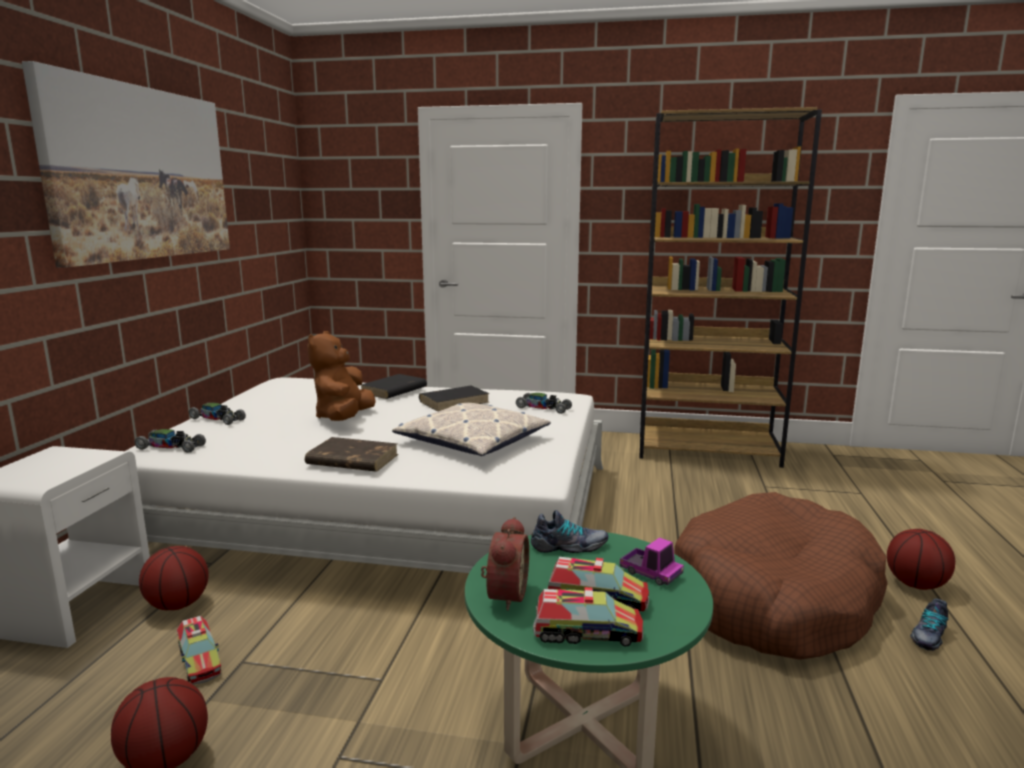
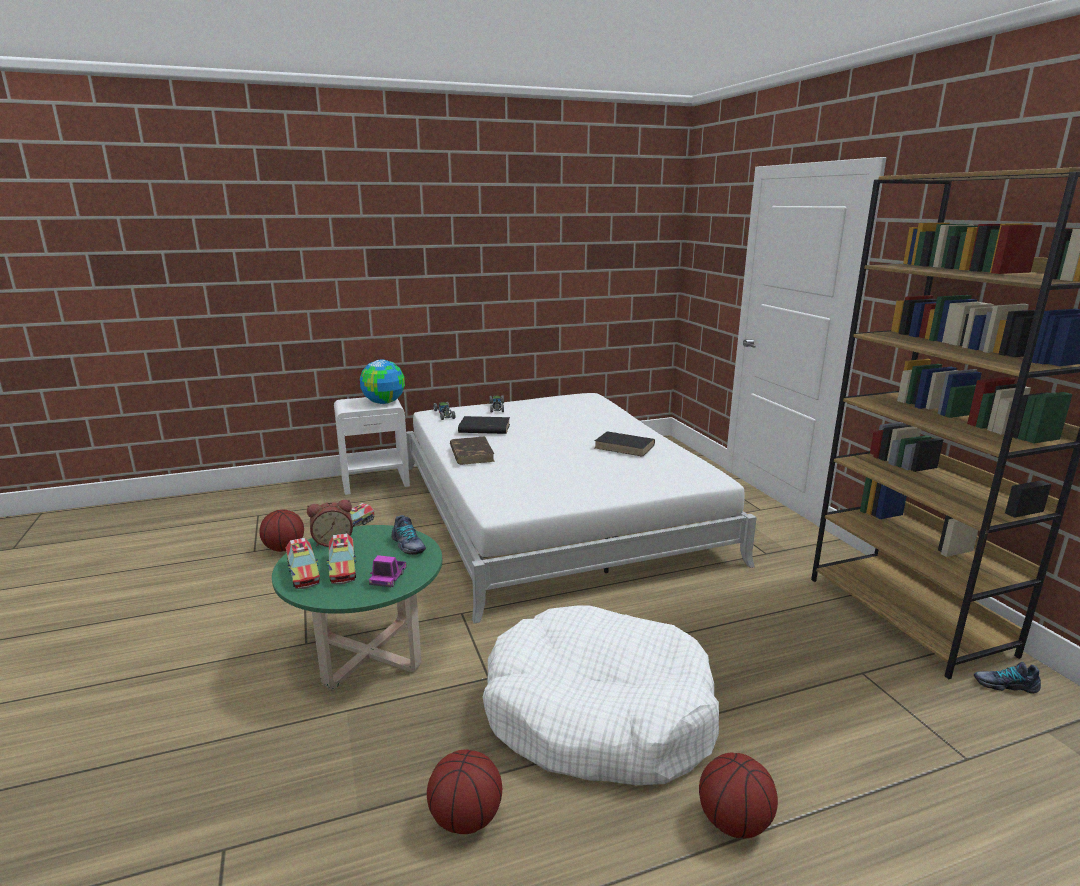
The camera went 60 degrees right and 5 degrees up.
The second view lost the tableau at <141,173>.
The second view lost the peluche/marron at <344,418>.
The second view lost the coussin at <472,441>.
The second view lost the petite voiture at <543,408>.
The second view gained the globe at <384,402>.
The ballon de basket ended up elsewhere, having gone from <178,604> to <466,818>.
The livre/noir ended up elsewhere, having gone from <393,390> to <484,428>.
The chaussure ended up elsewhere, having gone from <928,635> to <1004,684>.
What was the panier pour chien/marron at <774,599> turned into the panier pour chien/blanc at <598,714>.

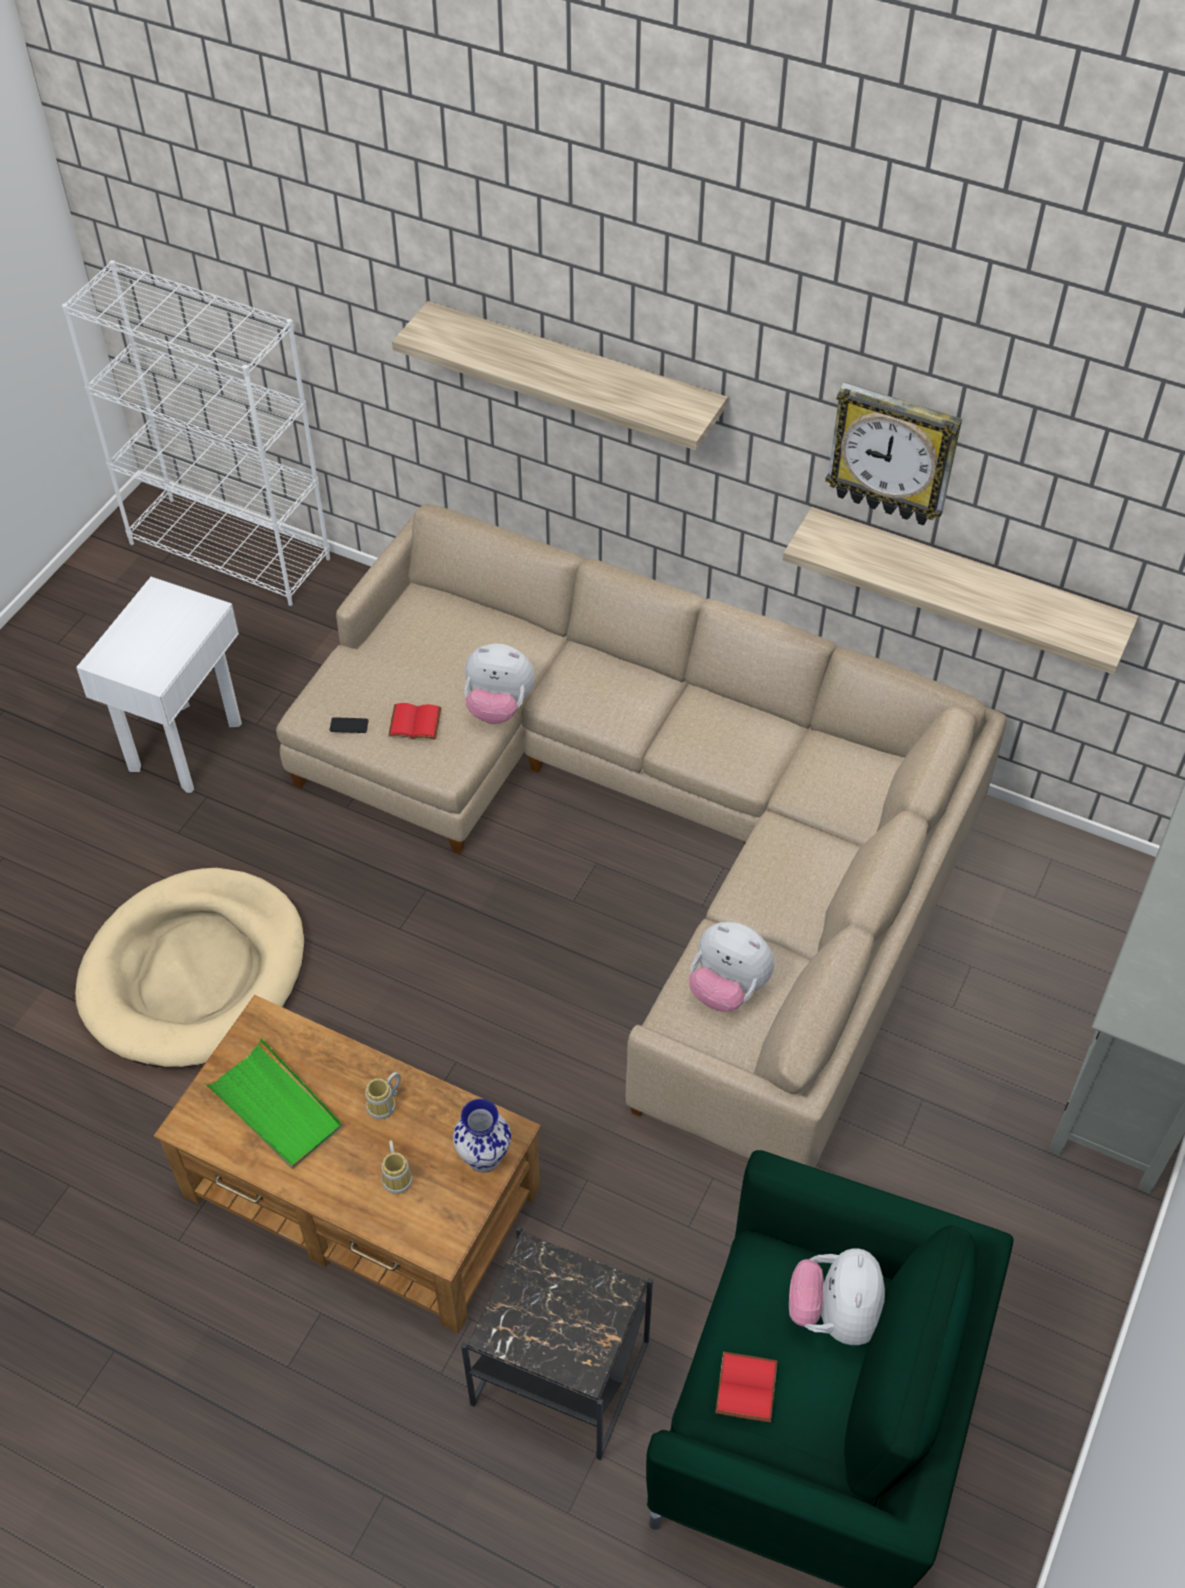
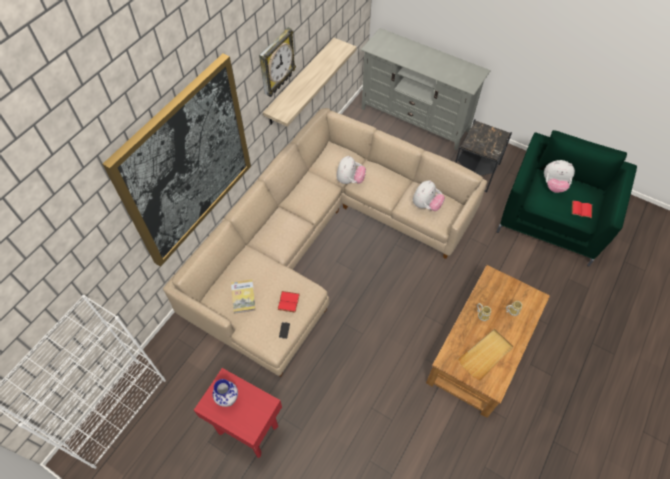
The camera went 85 degrees left and 5 degrees up.
The second view lost the panier pour chien/beige at <195,973>.
The second view gained the livre at <243,297>.
The vase ended up elsewhere, having gone from <483,1157> to <228,399>.
The table d'appoint/noir ended up elsewhere, having gone from <559,1371> to <475,171>.
The peluche ended up elsewhere, having gone from <498,707> to <350,180>.
Where the étagère hung at <574,372>, the tableau came to hang at <186,163>.
What was the table d'appoint/blanc at <186,746> turned into the table d'appoint/rouge at <248,428>.
What was the plateau/vert at <276,1108> turned into the plateau/beige at <485,354>.

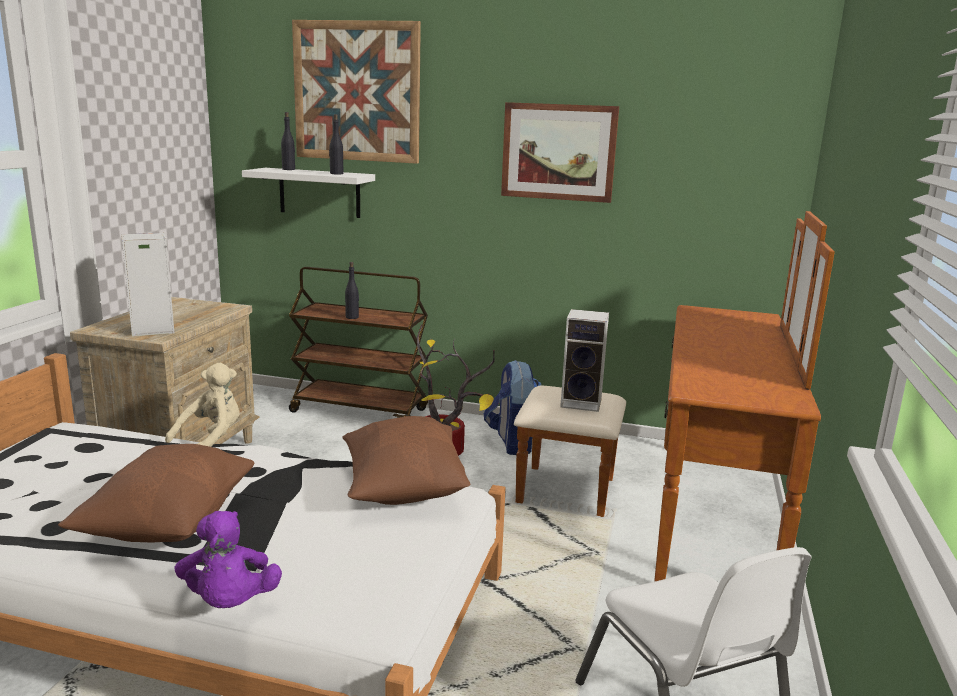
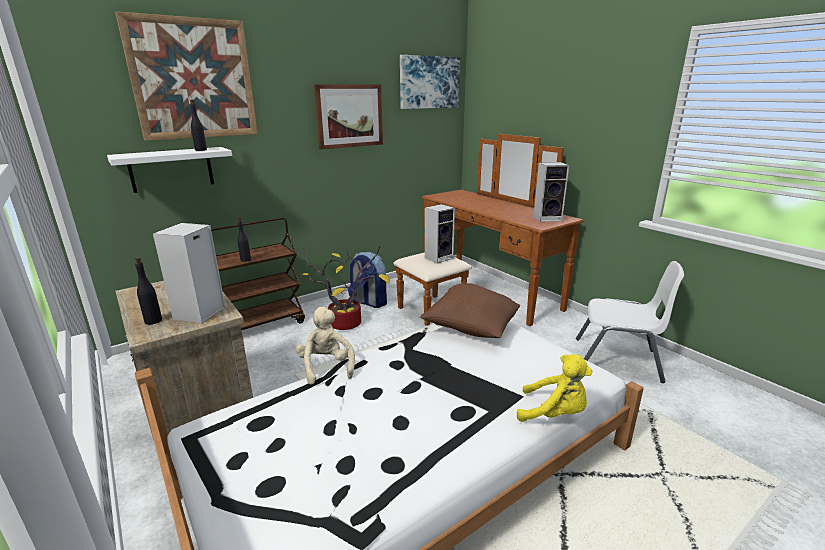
The camera went 50 degrees left and 5 degrees up.
The second view lost the coussin/marron at <168,525>.
The second view gained the tableau at <429,82>.
The second view gained the enceinte at <548,218>.
The bouteille/noir ended up elsewhere, having gone from <289,169> to <153,321>.
What was the peluche/violet at <229,603> turned into the peluche/jaune at <554,413>.

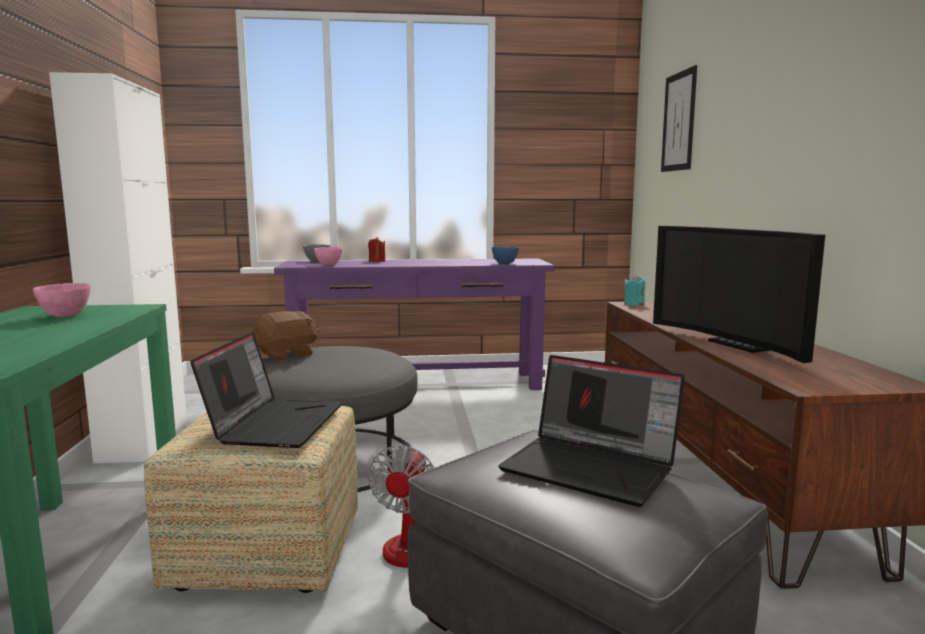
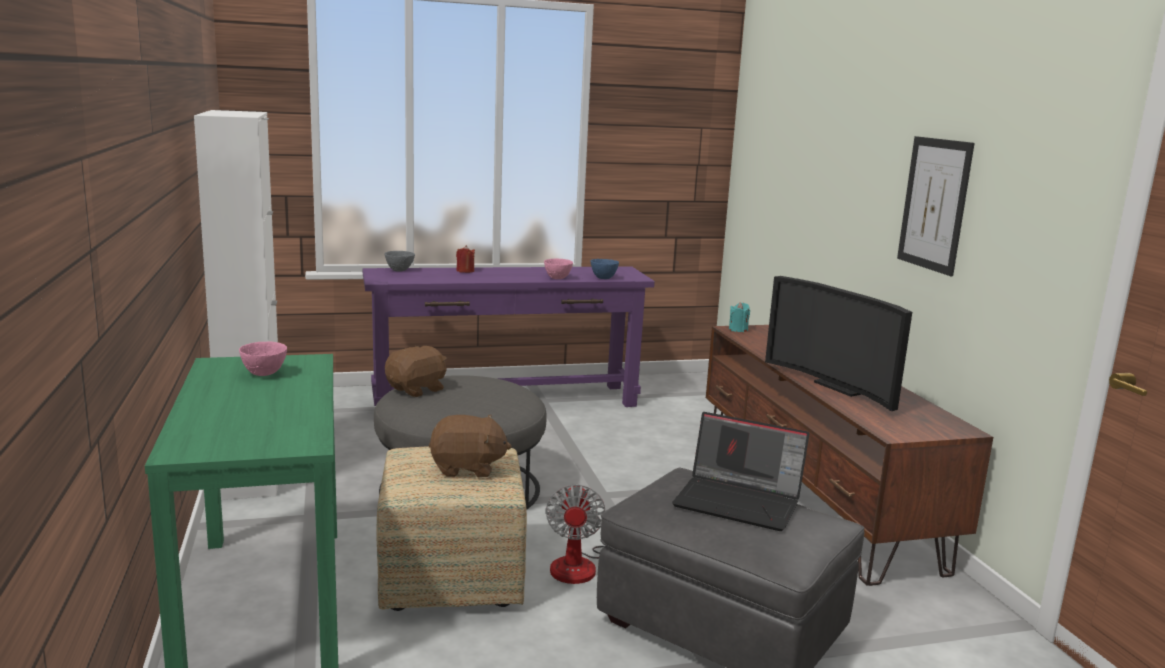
The camera went 10 degrees left and 5 degrees up.
The bol/rose ended up elsewhere, having gone from <329,265> to <558,278>.
The tableau ended up elsewhere, having gone from <679,121> to <934,204>.
Where the ordinateur portable stood at <275,423>, the peluche/marron came to stand at <467,468>.

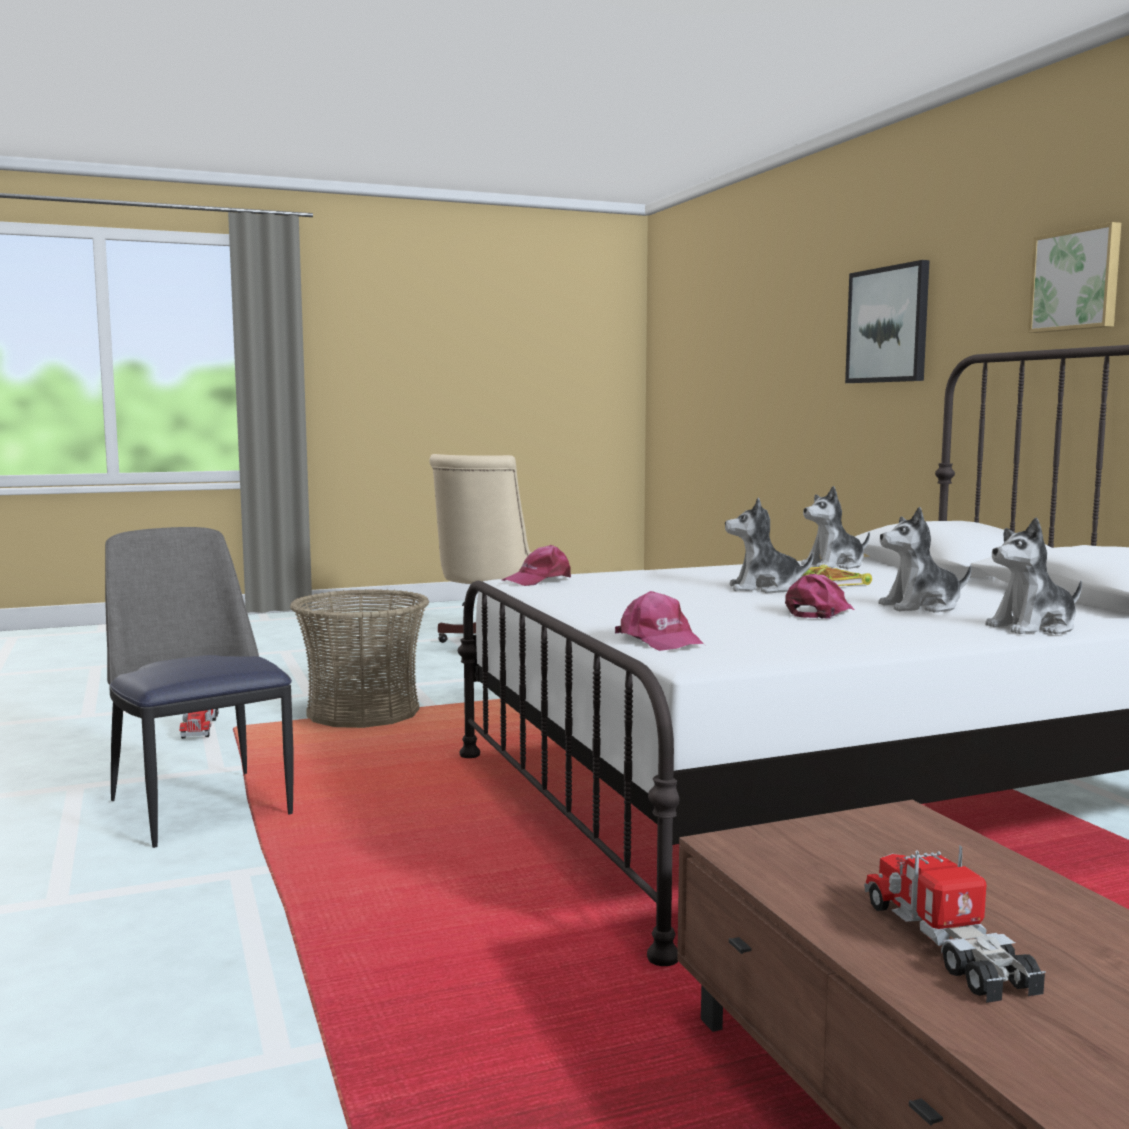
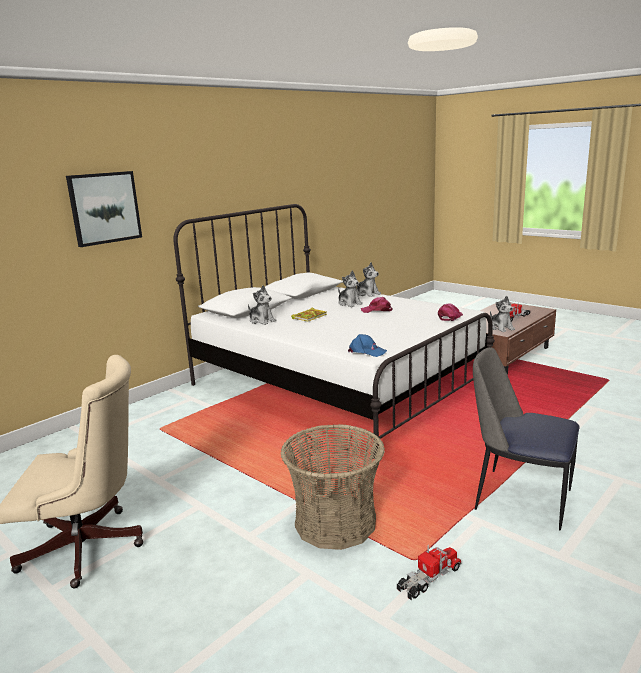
The camera went 115 degrees left and 10 degrees up.
The second view lost the tableau at <1077,280>.
The peluche ended up elsewhere, having gone from <764,588> to <501,328>.
What was the casquette/rose at <539,580> turned into the casquette/bleu at <366,351>.
The chaise at <200,806> ended up facing another way, 90 degrees clockwise from before.

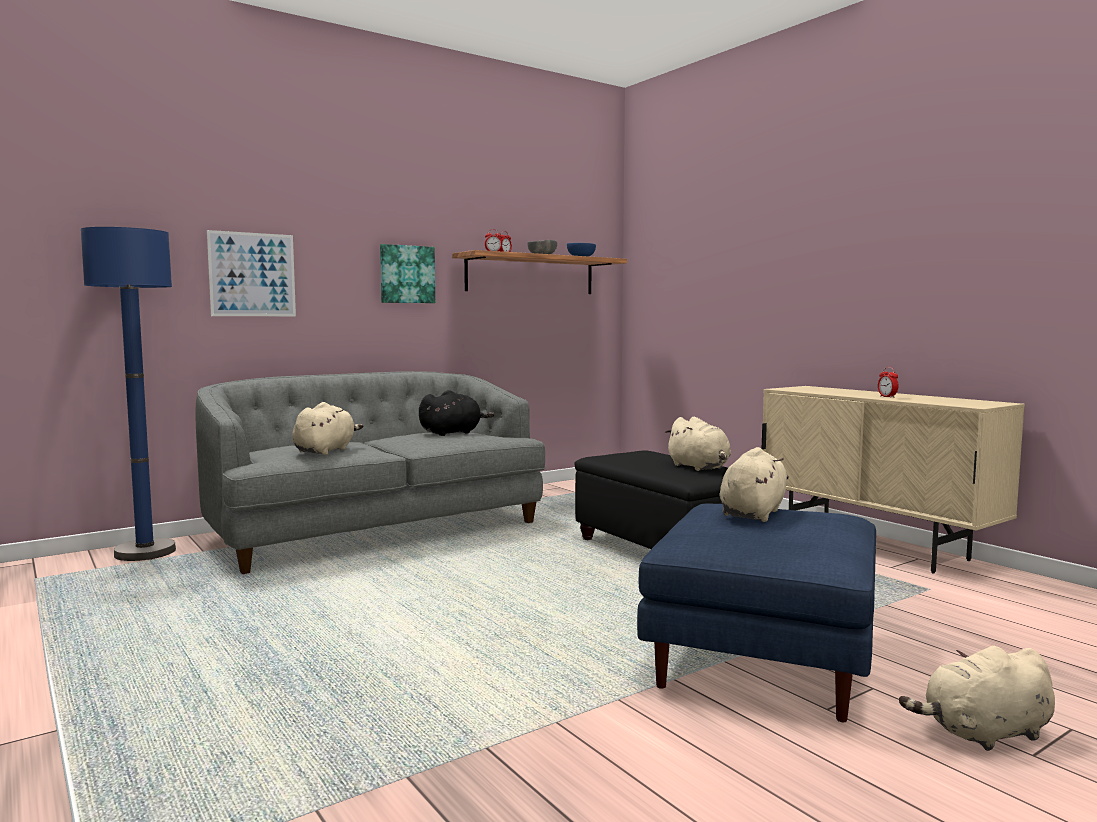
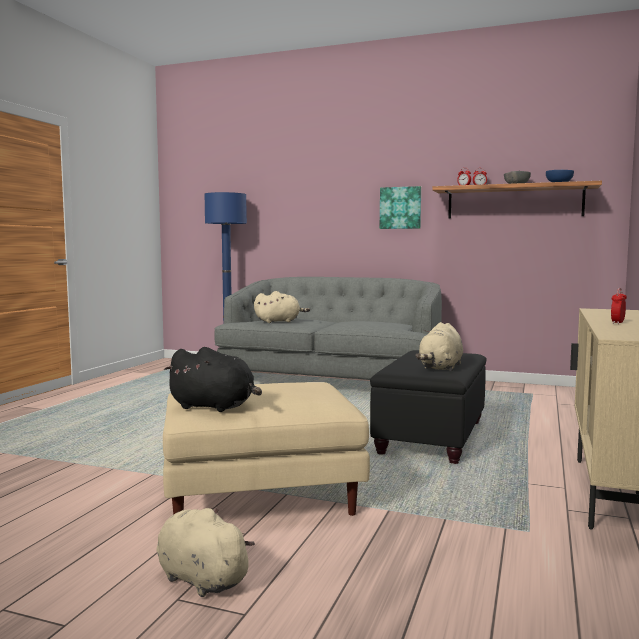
The camera went 55 degrees right and 0 degrees up.
The second view lost the tableau at <252,274>.
The second view lost the peluche/beige at <753,513>.
The peluche/noir ended up elsewhere, having gone from <452,433> to <215,407>.
What was the pouf/bleu at <762,655> turned into the pouf/beige at <263,495>.

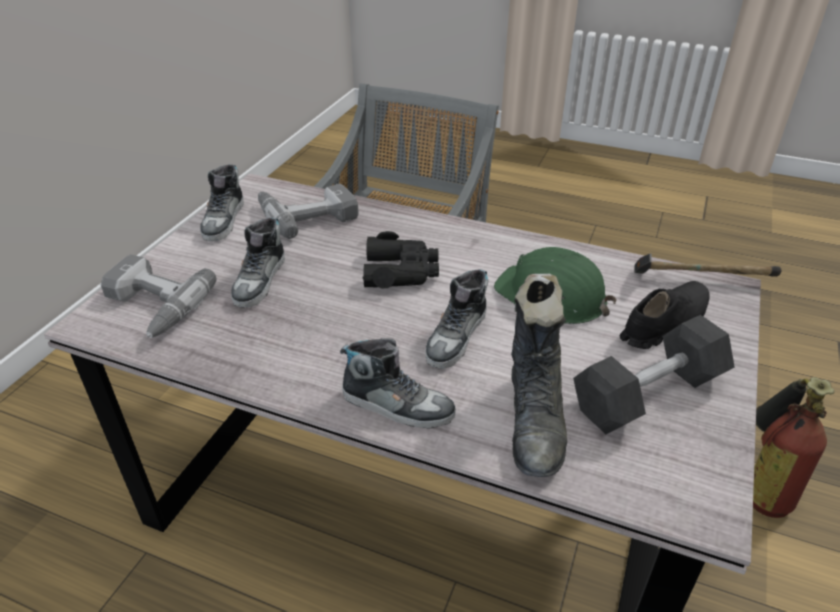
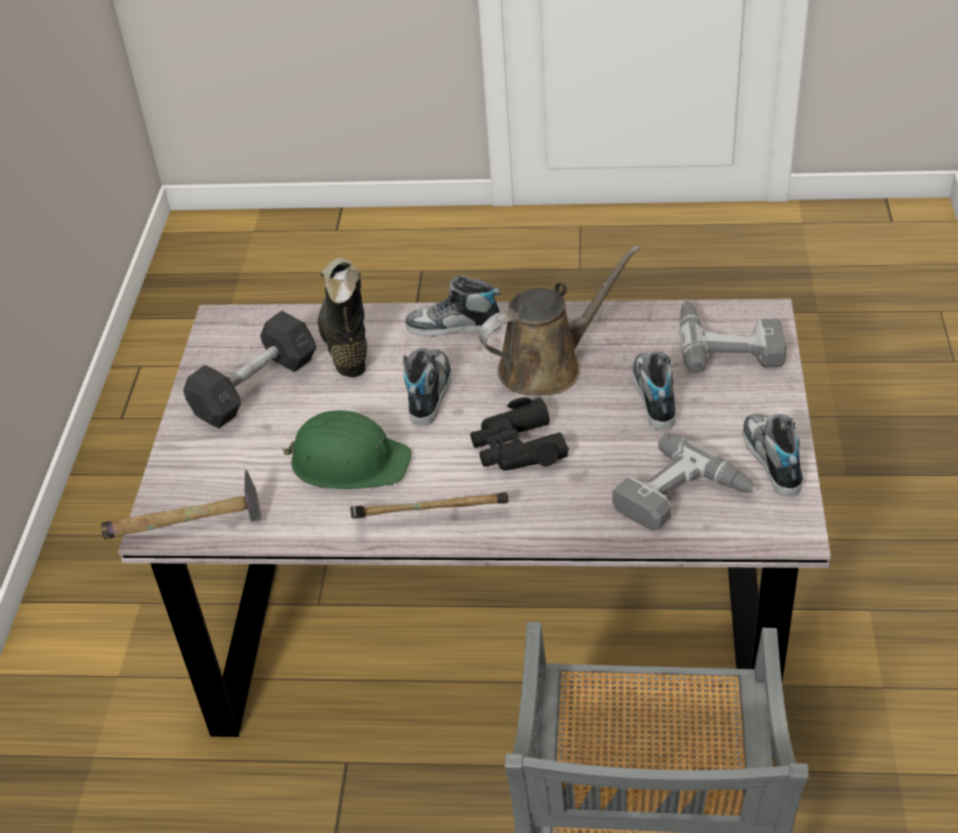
The camera went 165 degrees right and 5 degrees up.
The second view lost the chaussure/noir at <663,324>.
The second view lost the extincteur at <762,485>.
The second view gained the marteau at <425,518>.
The second view gained the arrosoir/marron at <547,366>.

